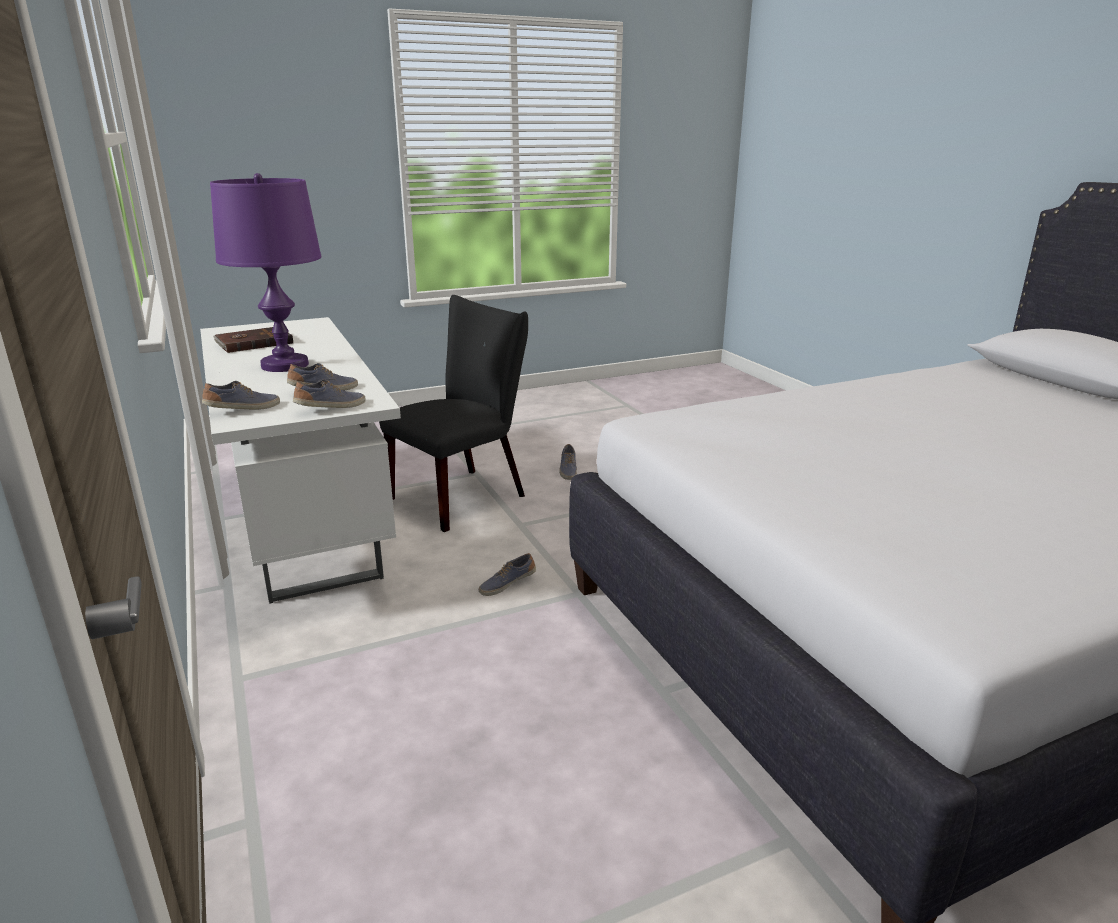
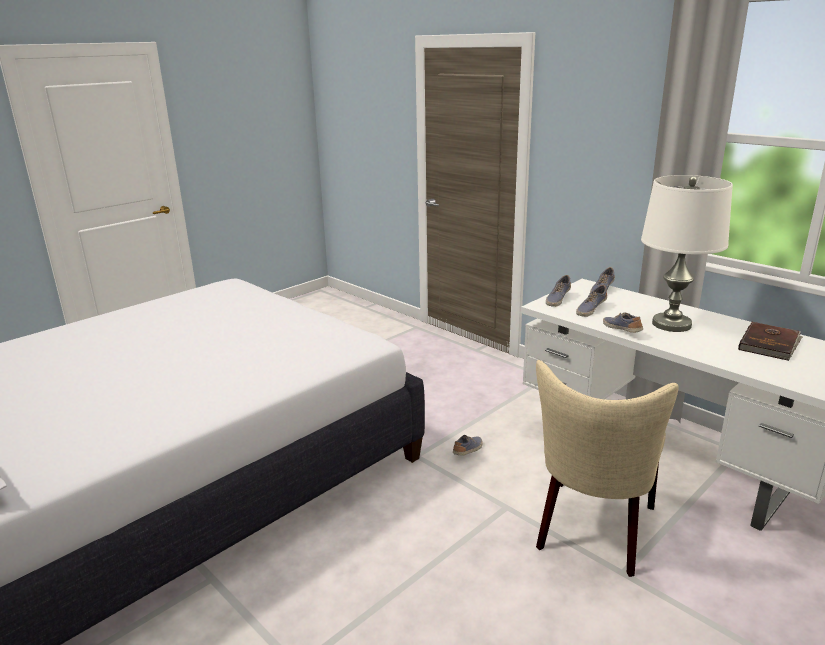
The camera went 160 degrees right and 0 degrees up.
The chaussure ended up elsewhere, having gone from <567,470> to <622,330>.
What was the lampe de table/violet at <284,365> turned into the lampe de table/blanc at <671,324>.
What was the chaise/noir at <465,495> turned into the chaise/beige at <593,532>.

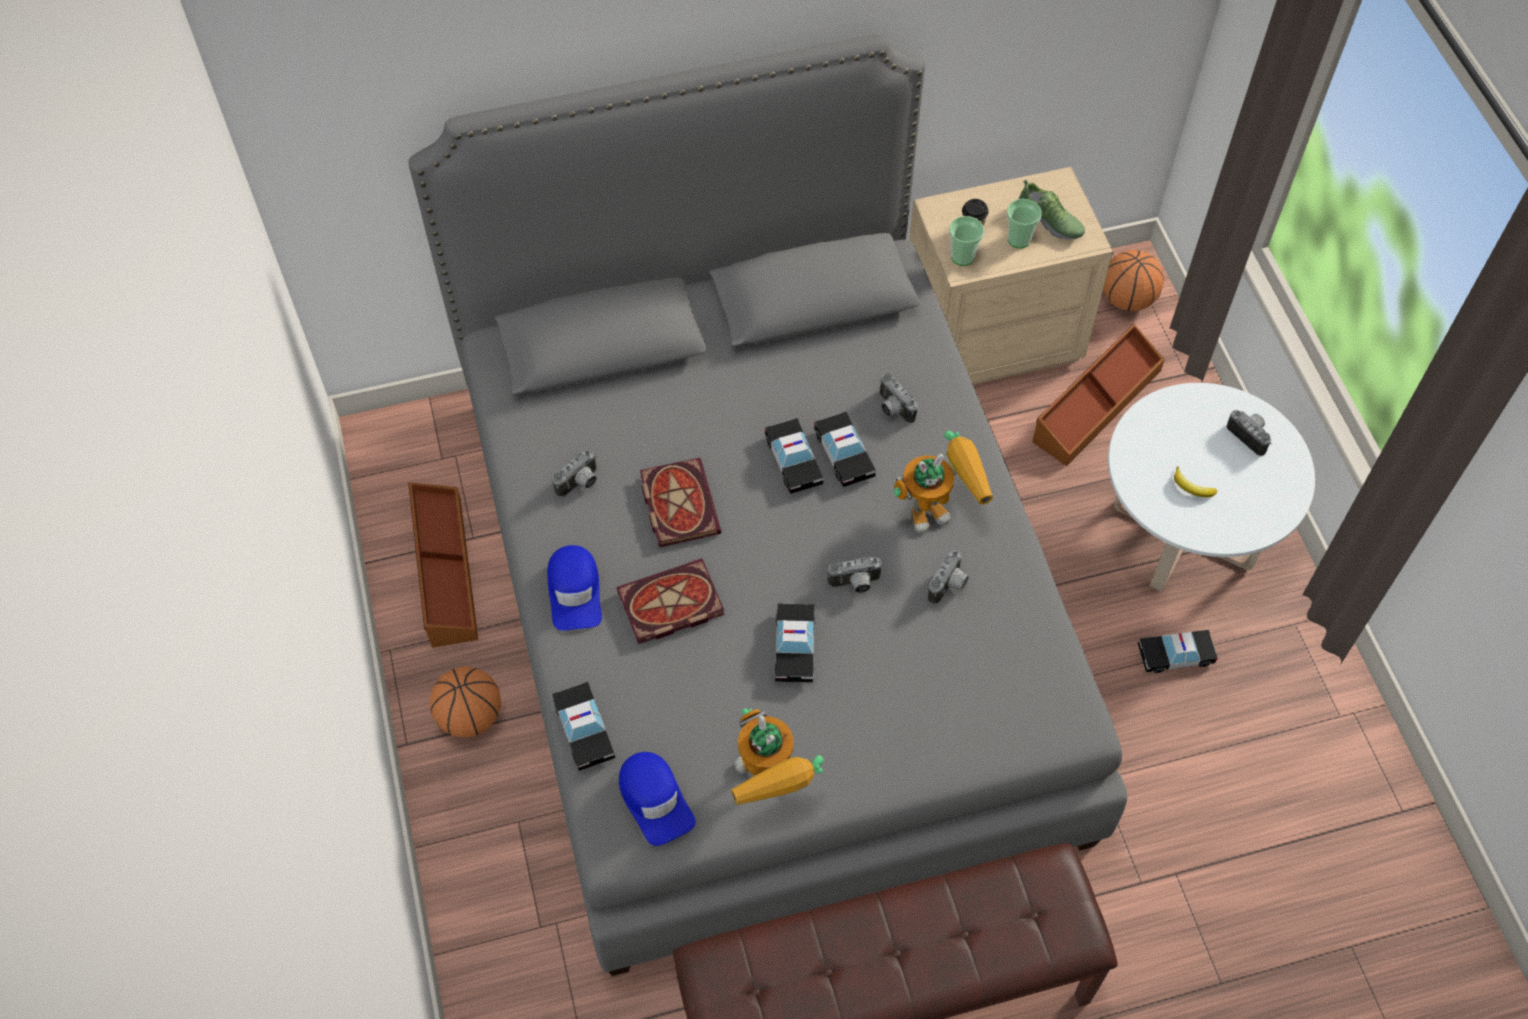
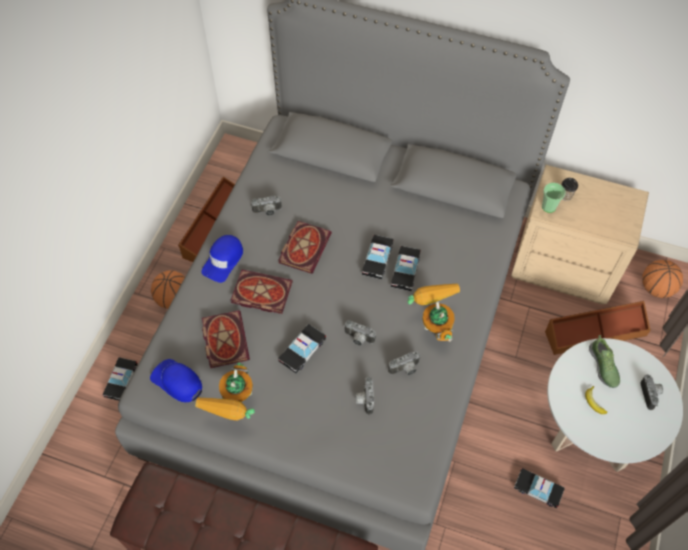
The camera went 35 degrees right and 0 degrees up.
The second view lost the tasse at <1019,239>.
The second view gained the livre at <224,339>.
The petite voiture ended up elsewhere, having gone from <584,730> to <121,381>.
The appareil photo ended up elsewhere, having gone from <892,409> to <364,399>.
The chaussure ended up elsewhere, having gone from <1050,221> to <603,366>.
The casquette/bleu at <655,800> ended up facing another way, 120 degrees clockwise from before.
The robot jouet at <939,507> ended up facing another way, 120 degrees counterclockwise from before.

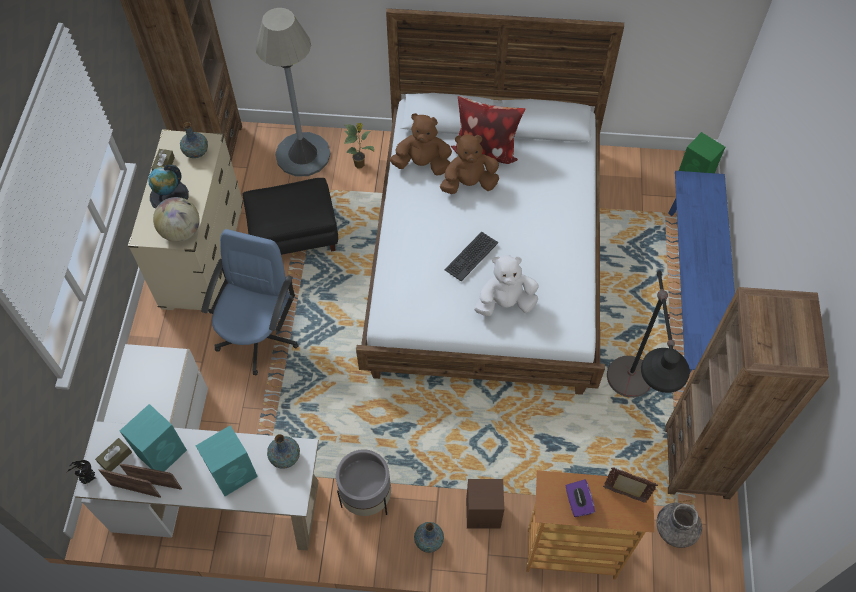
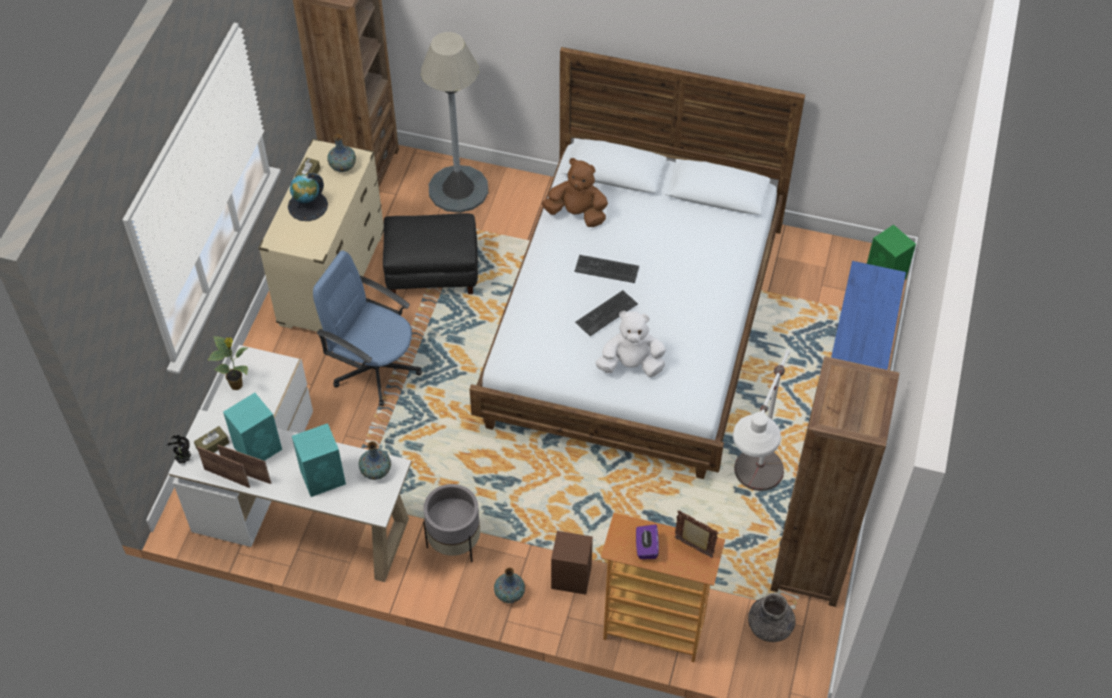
The camera went 10 degrees right and 5 degrees down.
The second view lost the globe at <181,232>.
The second view lost the peluche/marron at <469,184>.
The second view lost the coussin at <485,149>.
The second view gained the clavier at <607,269>.
The plante en pot ended up elsewhere, having gone from <360,164> to <237,385>.
What was the lampadaire/noir at <628,407> turned into the lampadaire/blanc at <749,499>.
The chaise de bureau/bleu at <258,336> ended up facing another way, 90 degrees counterclockwise from before.

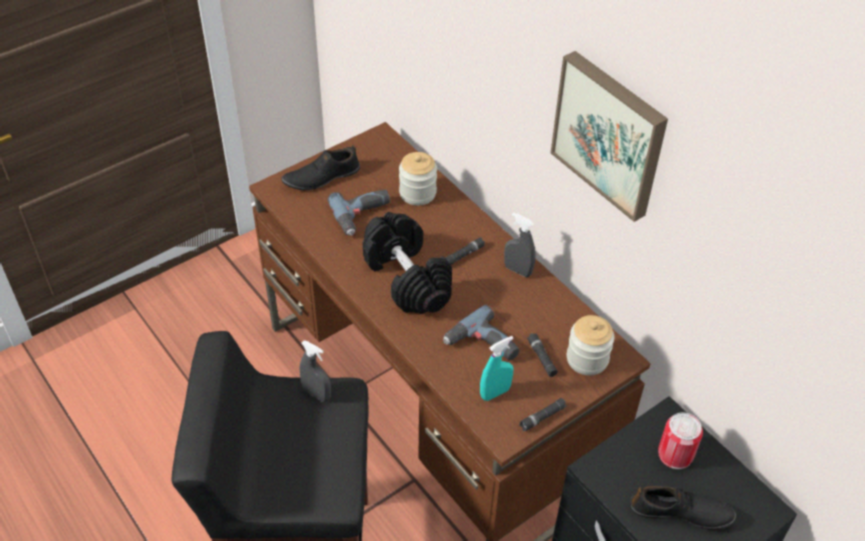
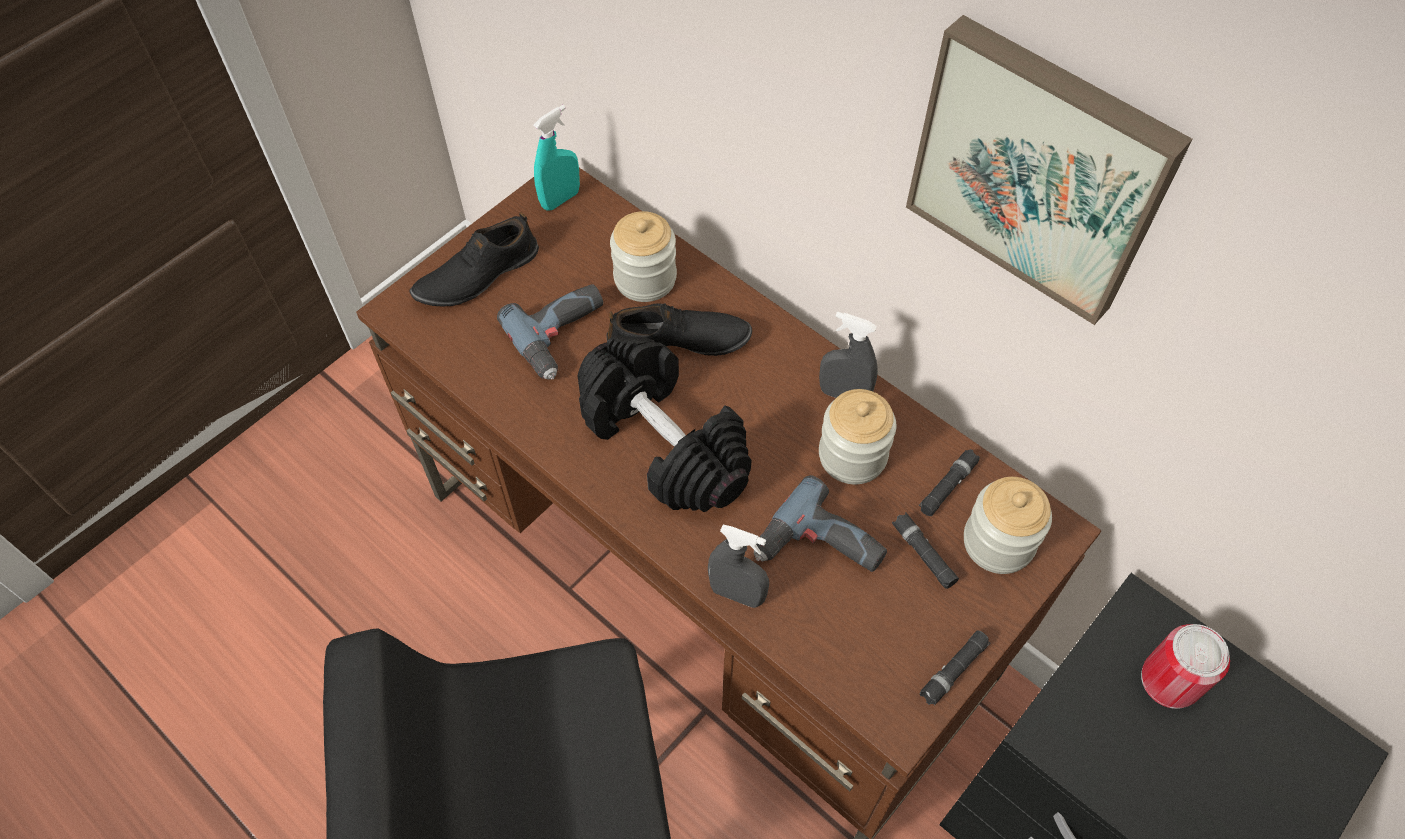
The camera went 10 degrees left and 10 degrees up.
The second view gained the bocal at <852,455>.
The vaporisateur/gris ended up elsewhere, having gone from <317,394> to <737,594>.
The lampe de poche/noir ended up elsewhere, having gone from <464,255> to <947,486>.
The vaporisateur/turquoise ended up elsewhere, having gone from <495,393> to <560,199>.
The chaussure/noir ended up elsewhere, having gone from <681,513> to <679,341>.

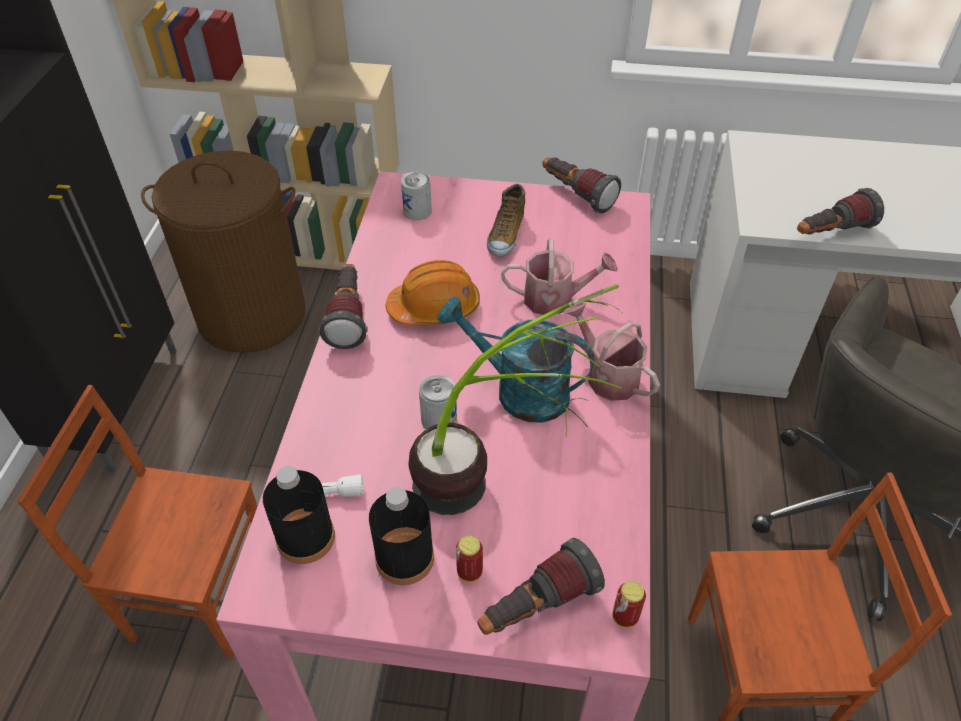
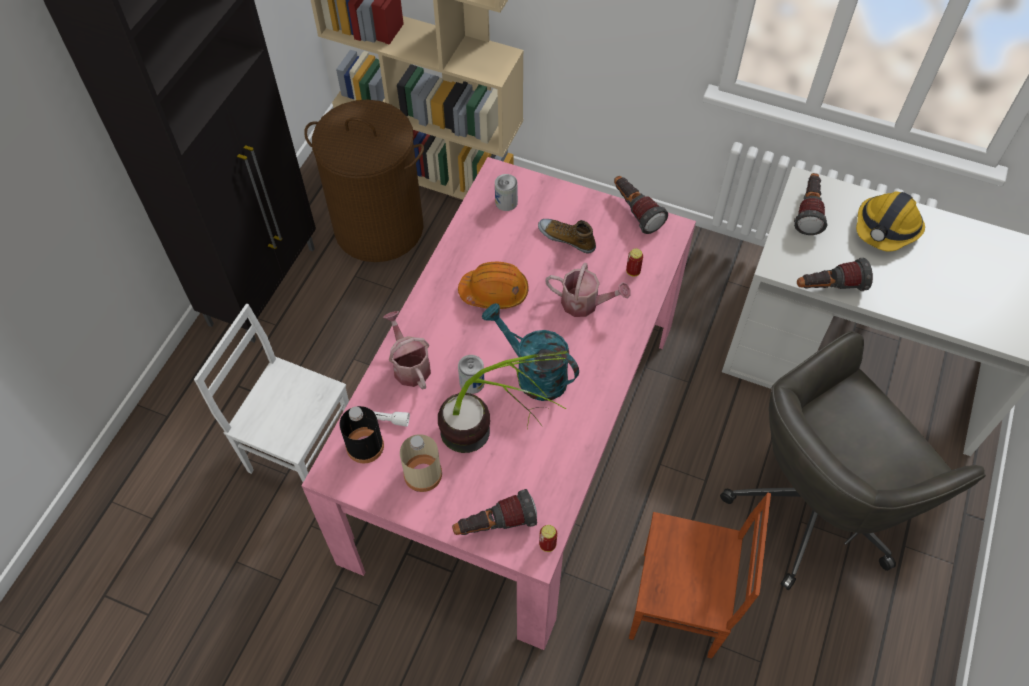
The camera went 15 degrees right and 10 degrees up.
The second view gained the casque de chantier at <886,228>.
The lampe de poche ended up elsewhere, having gone from <348,317> to <808,211>.
The boîte métallique ended up elsewhere, having gone from <469,572> to <633,271>.
The arrosoir ended up elsewhere, having gone from <607,375> to <409,365>.
What was the chaise/marron at <201,591> turned into the chaise/blanc at <301,448>.
What was the bouteille/noir at <404,558> turned into the bouteille/beige at <423,474>.
The chaussure at <505,235> ended up facing another way, 90 degrees clockwise from before.

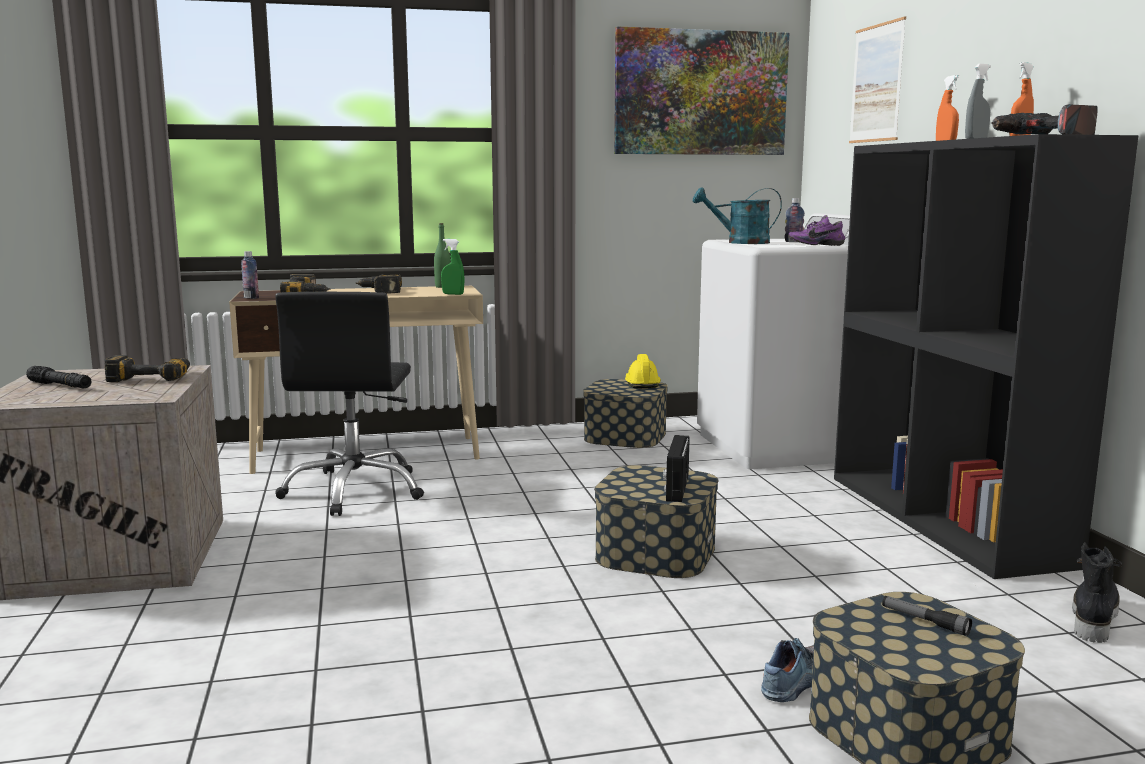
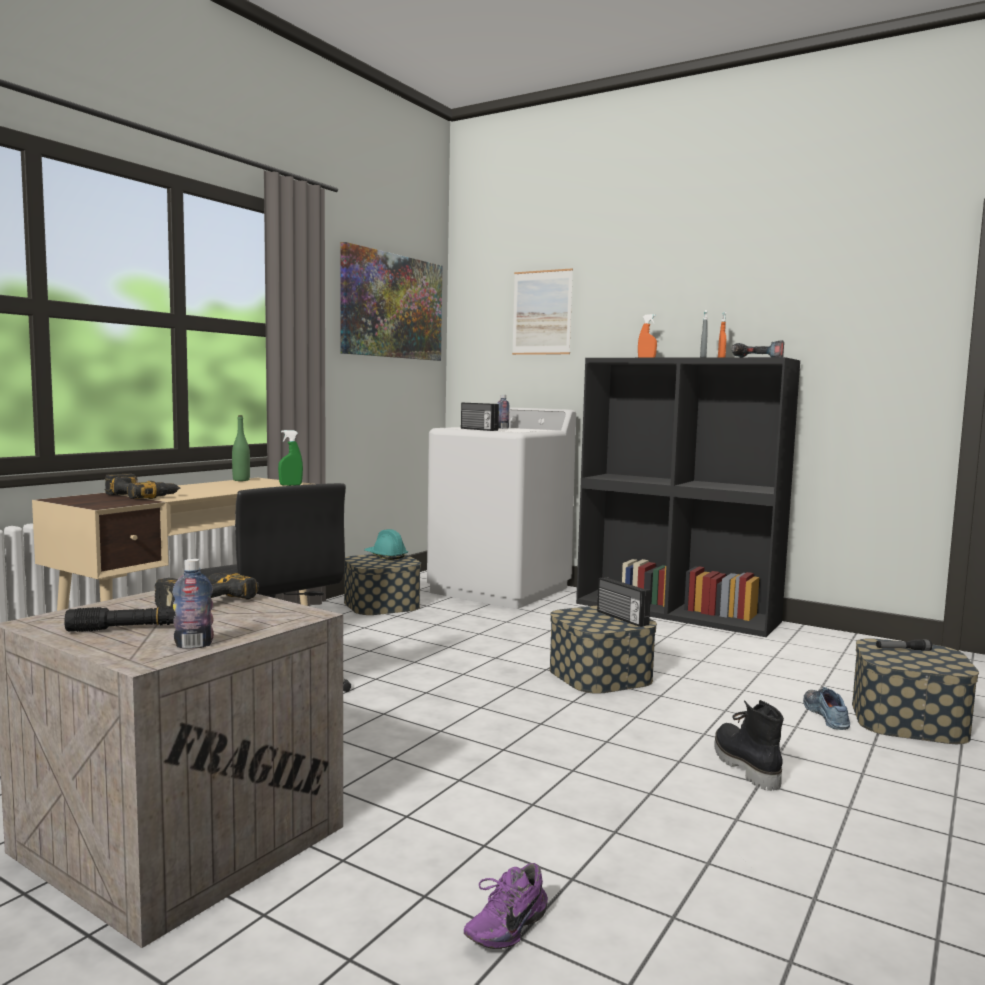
The camera went 45 degrees left and 5 degrees down.
The second view lost the perceuse at <379,291>.
The bouteille ended up elsewhere, having gone from <251,298> to <194,645>.
The chaussure/violet ended up elsewhere, having gone from <816,245> to <504,926>.
The botte/noir ended up elsewhere, having gone from <1092,618> to <743,766>.
Where the arrosoir/turquoise stood at <740,242>, the radio came to stand at <478,429>.
What was the casque de chantier/jaune at <641,384> turned into the casque de chantier/turquoise at <385,556>.

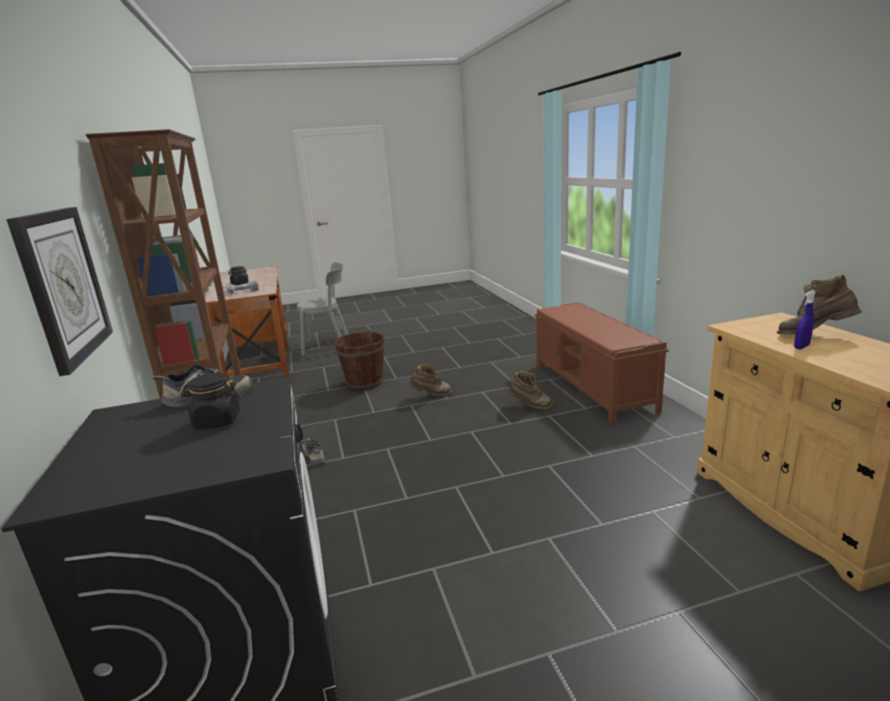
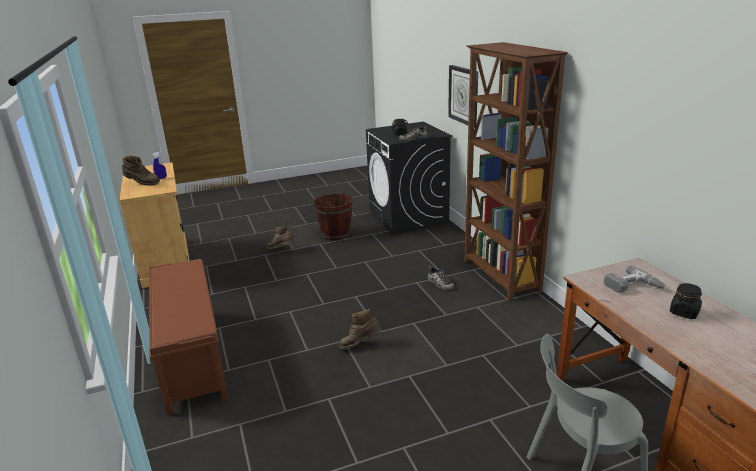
The camera went 175 degrees right and 5 degrees up.
The seau/marron ended up elsewhere, having gone from <365,383> to <335,234>.
The botte/marron ended up elsewhere, having gone from <530,406> to <282,250>.

